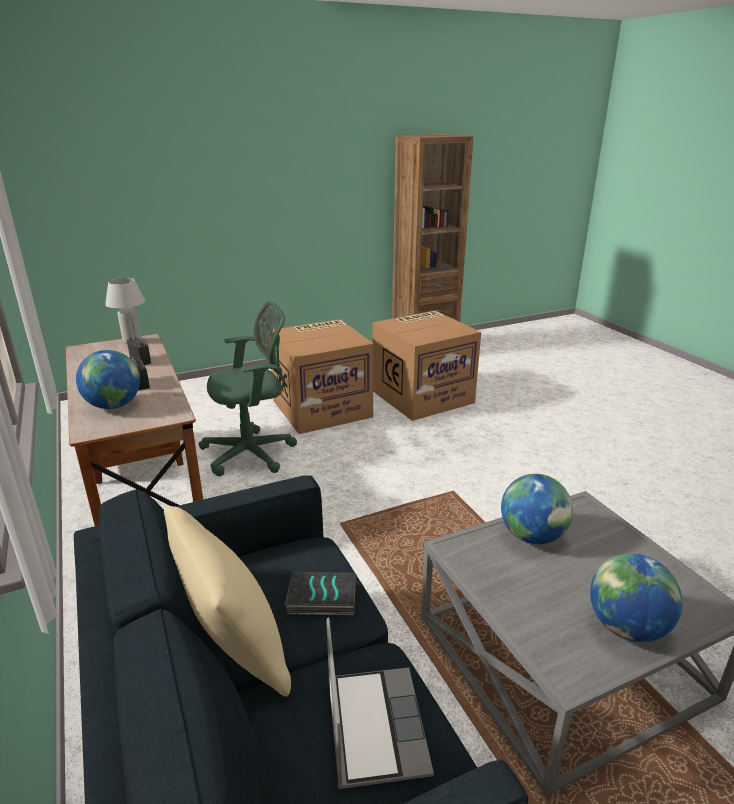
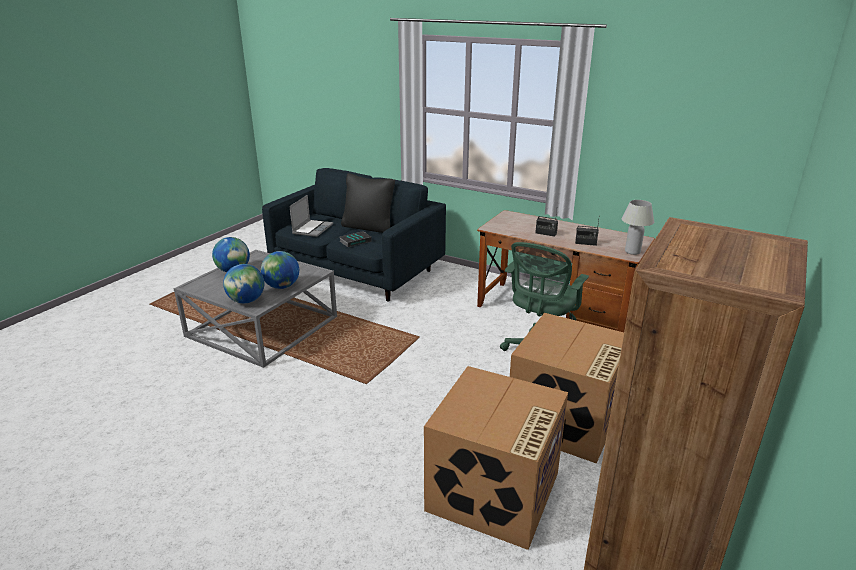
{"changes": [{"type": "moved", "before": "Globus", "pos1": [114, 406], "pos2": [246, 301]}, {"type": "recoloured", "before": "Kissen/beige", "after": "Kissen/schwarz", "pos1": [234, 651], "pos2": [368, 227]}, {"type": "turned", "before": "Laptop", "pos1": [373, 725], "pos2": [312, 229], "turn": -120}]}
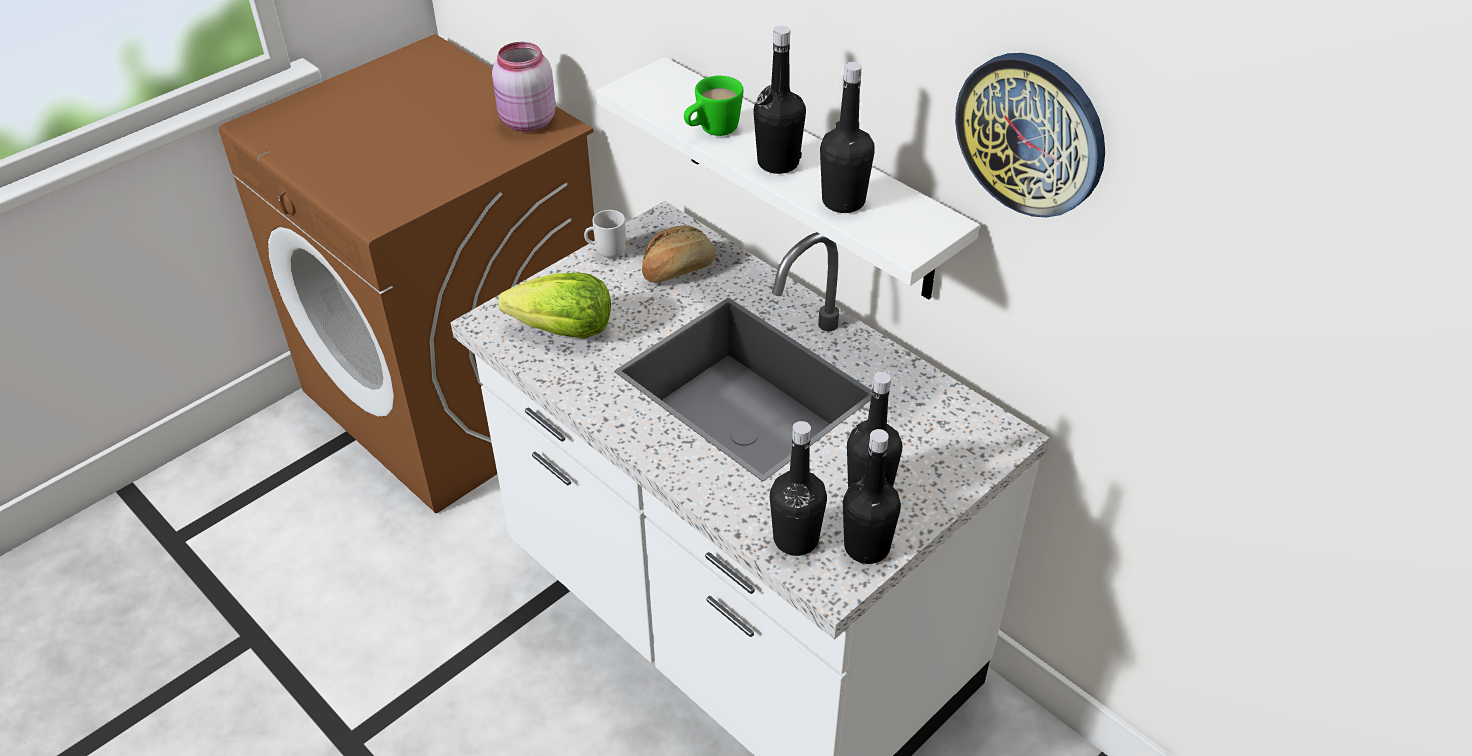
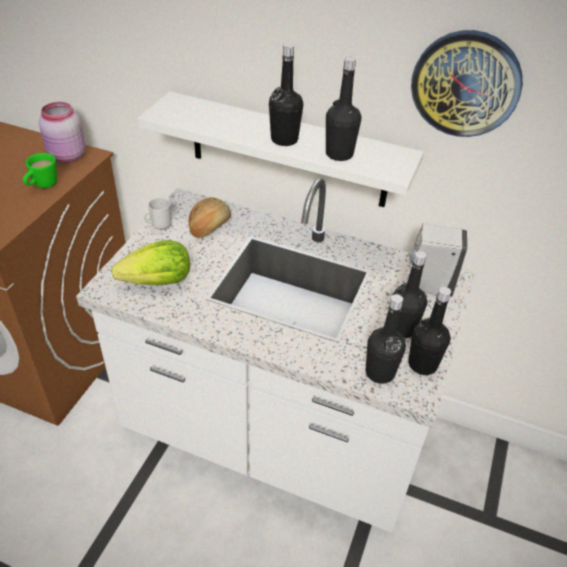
{"changes": [{"type": "moved", "before": "Henkelbecher/grün", "pos1": [712, 131], "pos2": [42, 186]}, {"type": "added", "after": "Seifenspender/weiß", "pos2": [427, 286]}]}
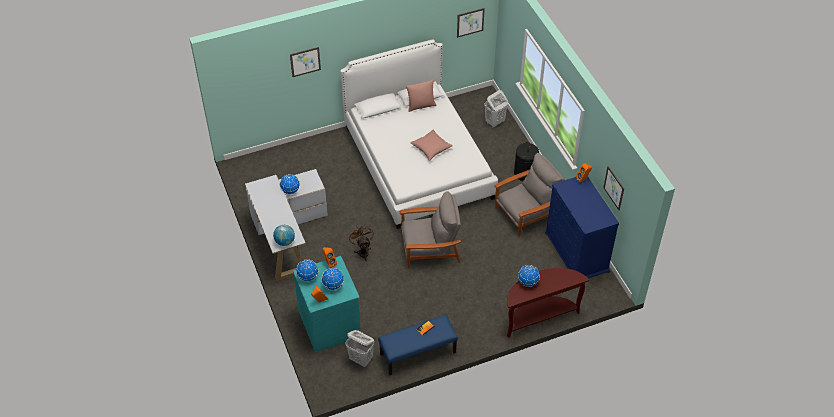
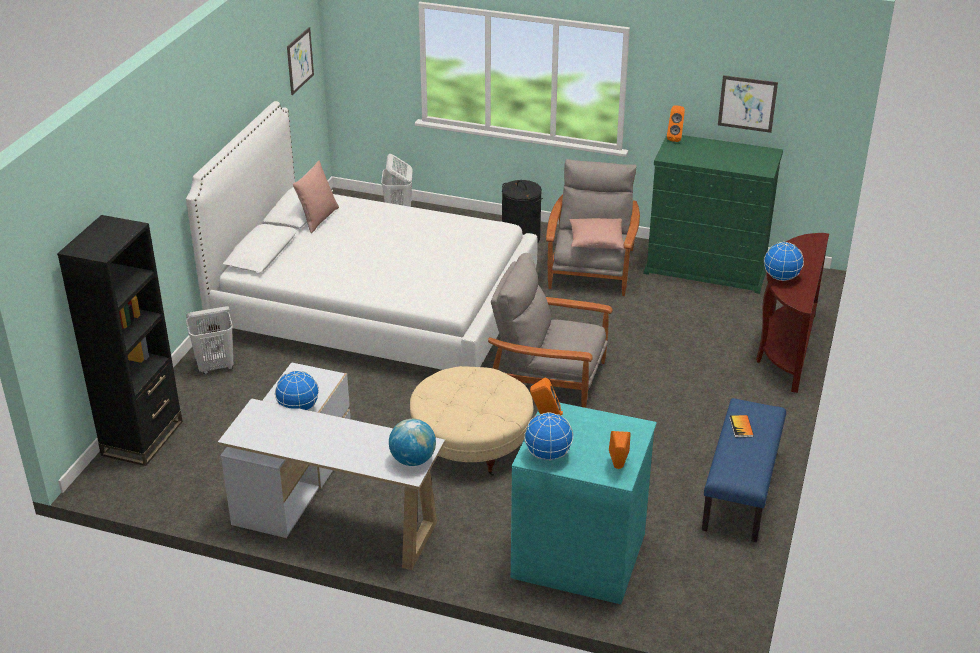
{"changes": [{"type": "removed", "before": "Bild", "pos1": [305, 62]}, {"type": "removed", "before": "Globus", "pos1": [333, 285]}, {"type": "moved", "before": "Wäschekorb/weiß", "pos1": [361, 359], "pos2": [216, 366]}, {"type": "replaced", "before": "Ventilator/braun", "after": "Polsterhocker/beige", "pos1": [362, 251], "pos2": [471, 443]}, {"type": "turned", "before": "Sessel/grau", "pos1": [429, 248], "pos2": [549, 377], "turn": -105}, {"type": "moved", "before": "Kissen/rosa", "pos1": [431, 148], "pos2": [596, 242]}, {"type": "recoloured", "before": "Kommode/blau", "after": "Kommode/grün", "pos1": [577, 252], "pos2": [707, 267]}, {"type": "added", "after": "Bücherregal/schwarz", "pos2": [142, 438]}]}
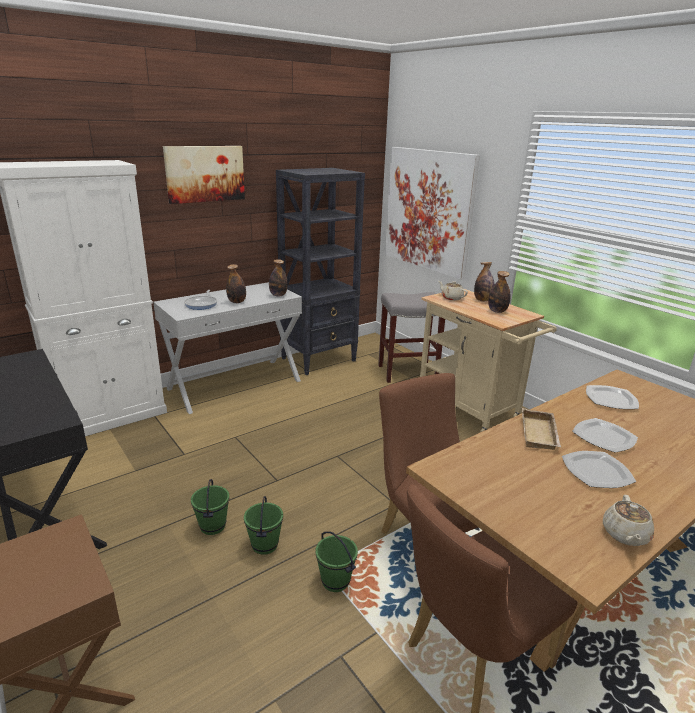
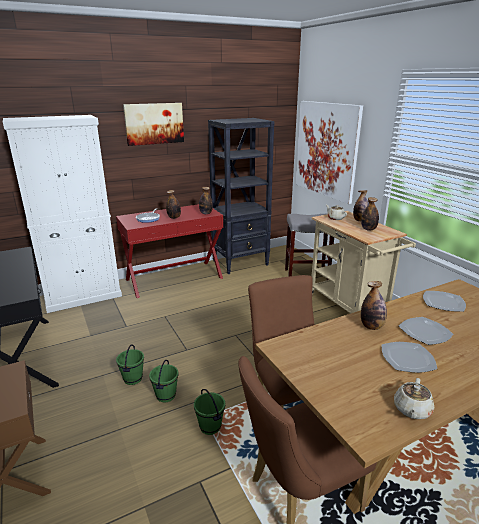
{"changes": [{"type": "recoloured", "before": "Konsolentisch/weiß", "after": "Konsolentisch/rot", "pos1": [234, 384], "pos2": [174, 278]}, {"type": "replaced", "before": "Tablett/beige", "after": "Flasche", "pos1": [540, 434], "pos2": [371, 326]}]}
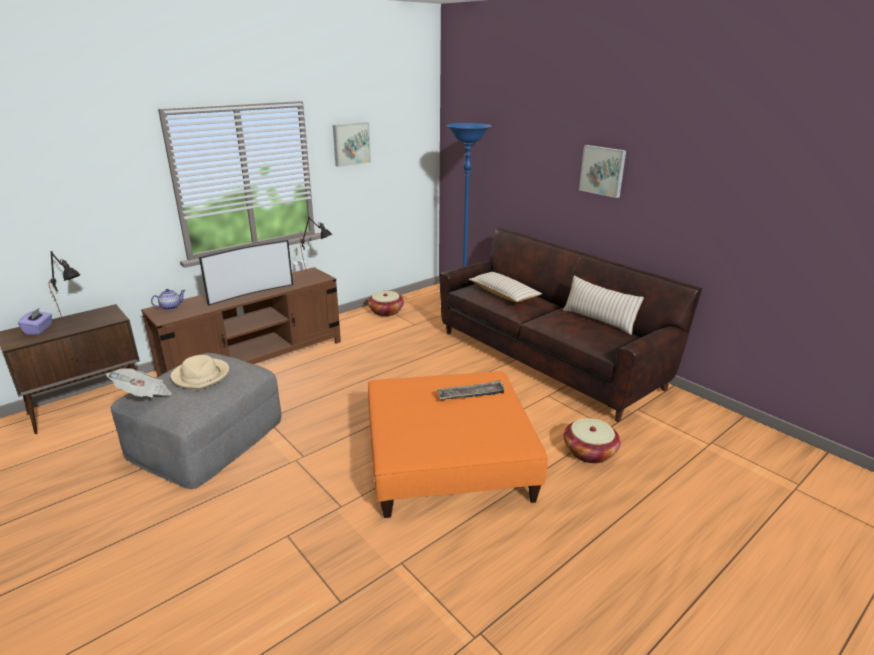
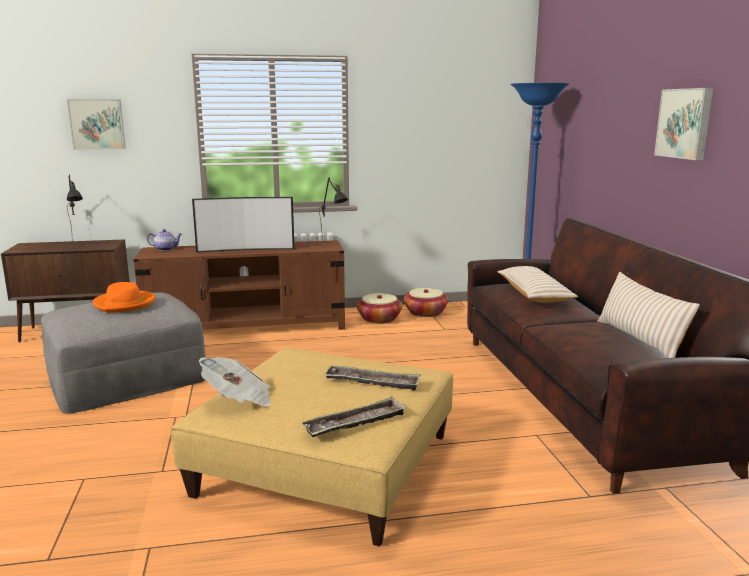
{"changes": [{"type": "removed", "before": "Taschentuchbox/lila", "pos1": [39, 330]}, {"type": "moved", "before": "Zeitung", "pos1": [144, 395], "pos2": [238, 399]}, {"type": "recoloured", "before": "Hut/beige", "after": "Hut/orange", "pos1": [201, 376], "pos2": [125, 304]}, {"type": "moved", "before": "Bild", "pos1": [350, 144], "pos2": [97, 124]}, {"type": "recoloured", "before": "Polsterhocker/orange", "after": "Polsterhocker/beige", "pos1": [448, 459], "pos2": [327, 464]}, {"type": "moved", "before": "Korb", "pos1": [589, 452], "pos2": [379, 319]}, {"type": "added", "after": "Tablett", "pos2": [355, 423]}]}
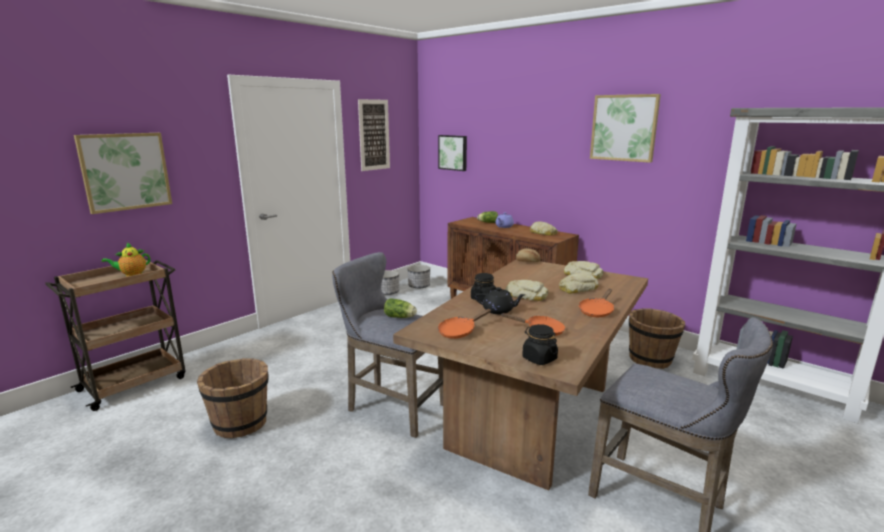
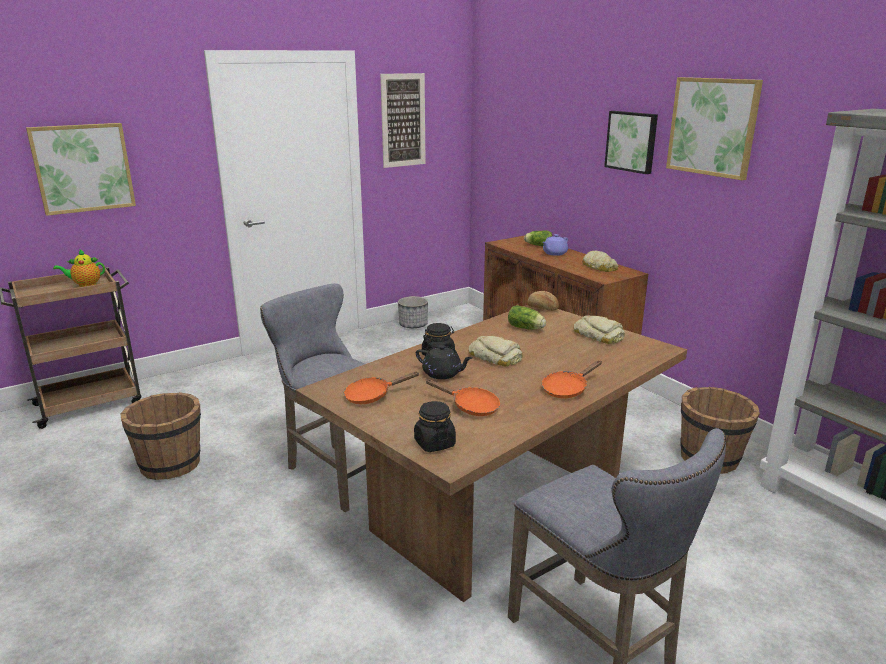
{"changes": [{"type": "moved", "before": "Salatkopf", "pos1": [400, 317], "pos2": [527, 328]}, {"type": "removed", "before": "Pflanzkübel", "pos1": [419, 286]}, {"type": "moved", "before": "Bild", "pos1": [453, 152], "pos2": [632, 141]}, {"type": "removed", "before": "Brot", "pos1": [577, 288]}]}
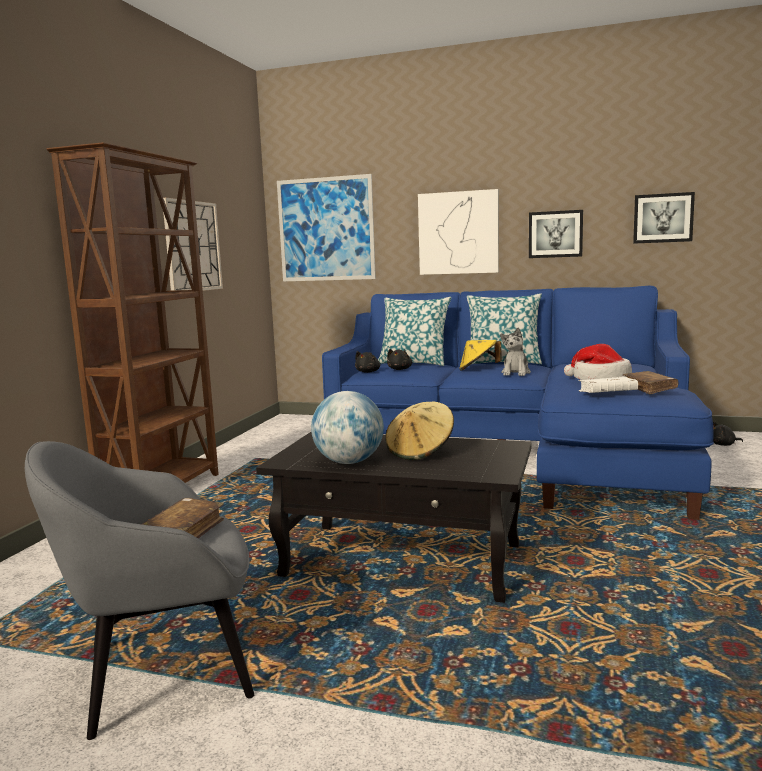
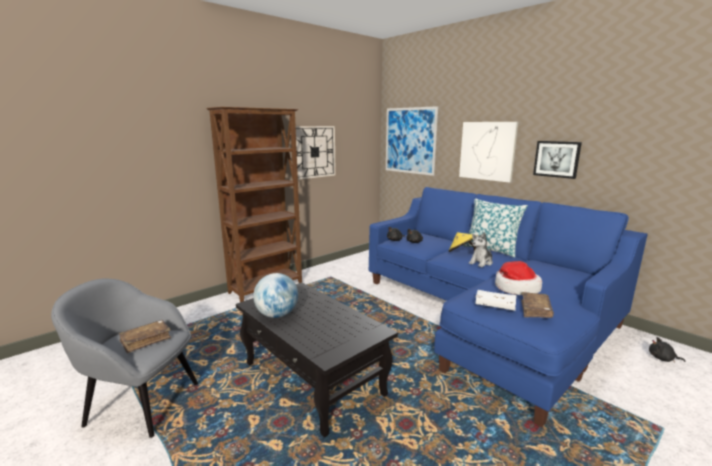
{"changes": [{"type": "removed", "before": "Kissen", "pos1": [414, 363]}, {"type": "removed", "before": "Hut/beige", "pos1": [420, 452]}, {"type": "removed", "before": "Bild", "pos1": [663, 218]}]}
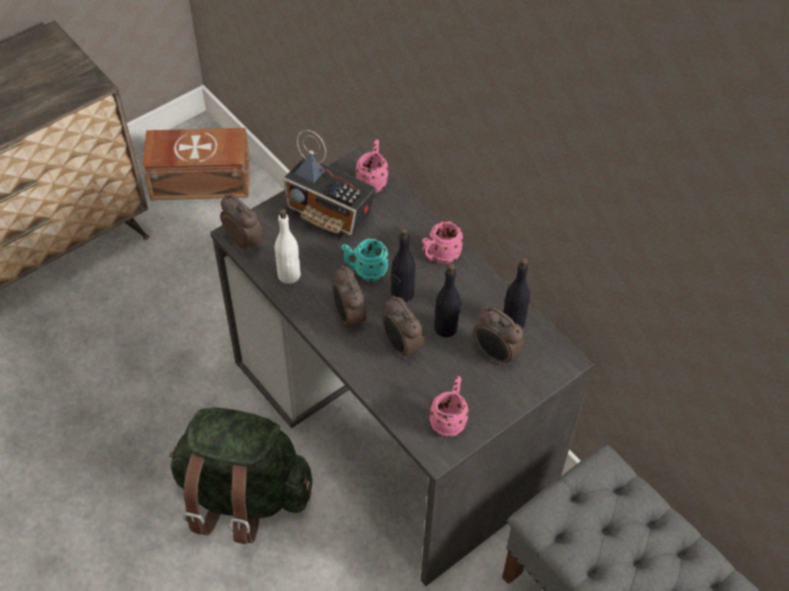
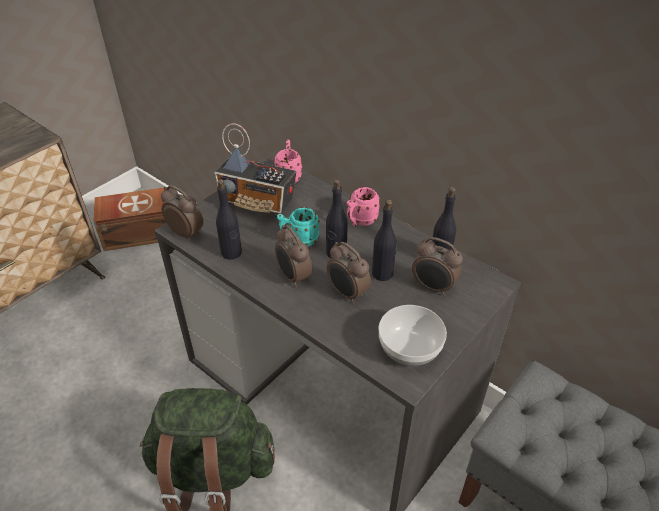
{"changes": [{"type": "recoloured", "before": "Flasche/weiß", "after": "Flasche/schwarz", "pos1": [289, 275], "pos2": [231, 253]}, {"type": "replaced", "before": "Henkelbecher/rosa", "after": "Schüssel", "pos1": [449, 419], "pos2": [410, 348]}]}
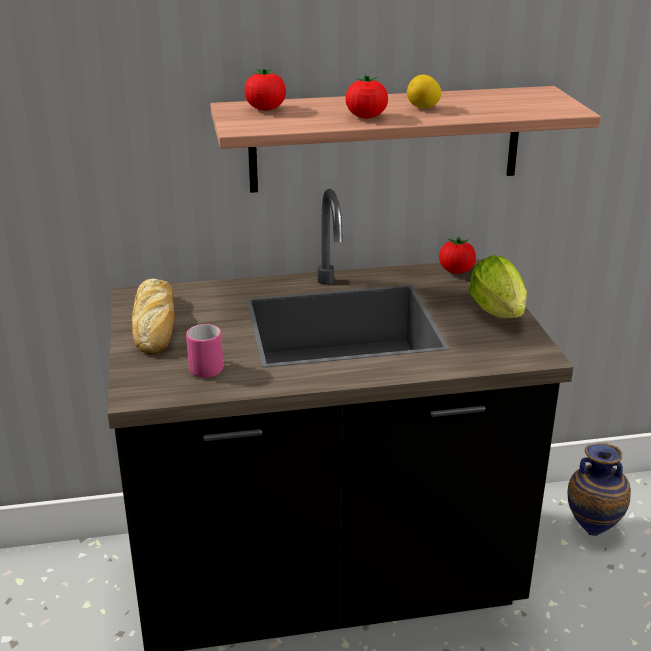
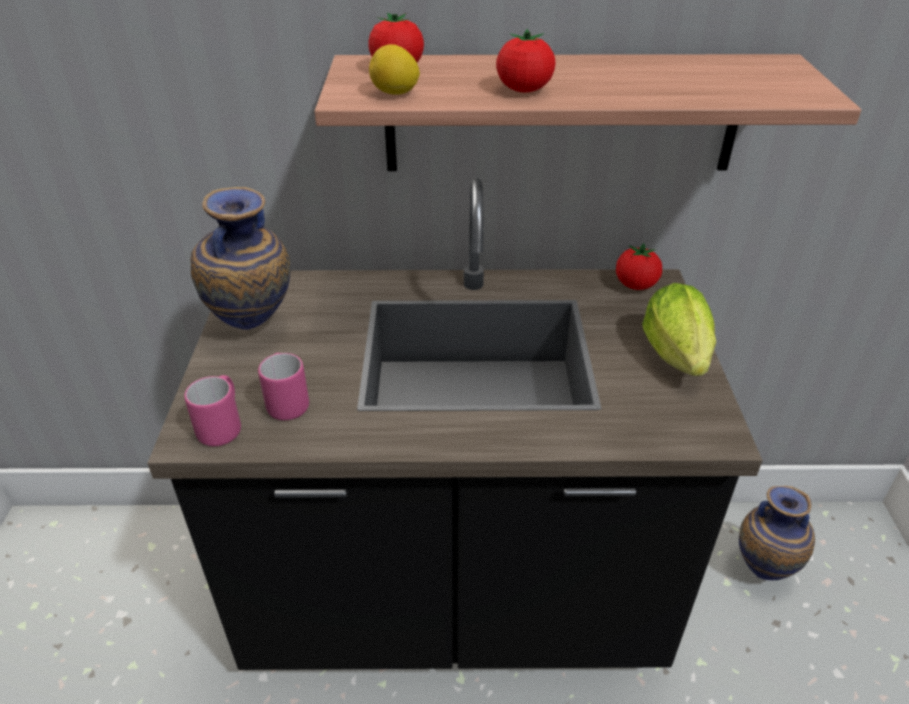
{"changes": [{"type": "replaced", "before": "Brot", "after": "Vase", "pos1": [155, 325], "pos2": [254, 330]}, {"type": "moved", "before": "Zitrone", "pos1": [423, 108], "pos2": [395, 93]}, {"type": "added", "after": "Henkelbecher/rosa", "pos2": [223, 427]}]}
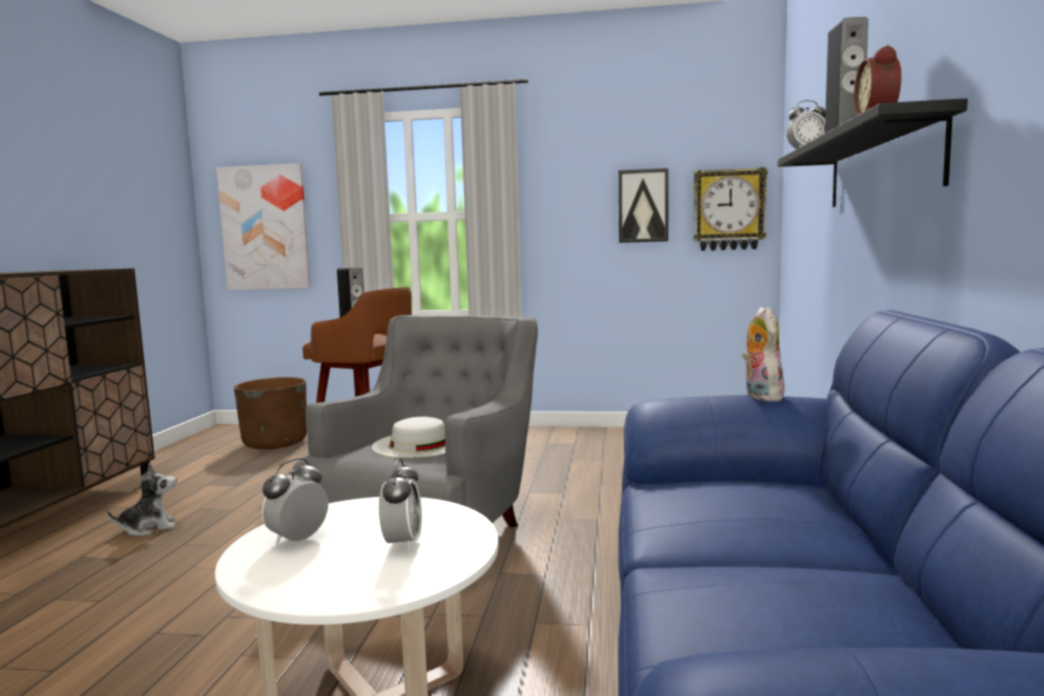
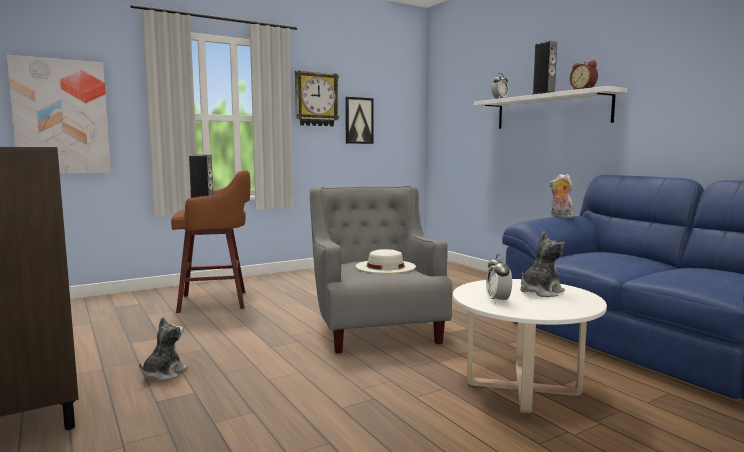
{"changes": [{"type": "removed", "before": "Pflanzkübel/braun", "pos1": [275, 443]}, {"type": "replaced", "before": "Wecker", "after": "Plüschtier", "pos1": [402, 543], "pos2": [540, 292]}, {"type": "moved", "before": "Wanduhr", "pos1": [728, 210], "pos2": [316, 99]}, {"type": "recoloured", "before": "Wandregal/schwarz", "after": "Wandregal/weiß", "pos1": [880, 166], "pos2": [551, 111]}]}
